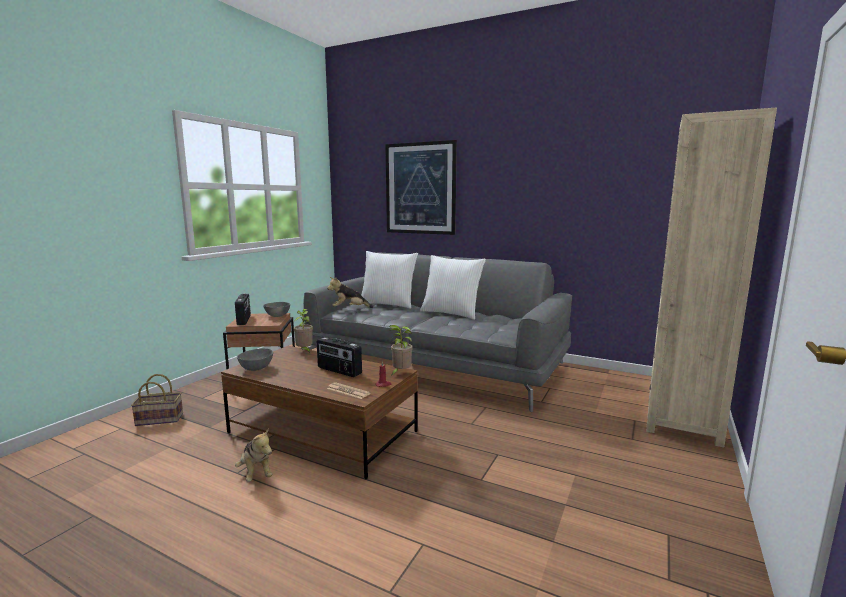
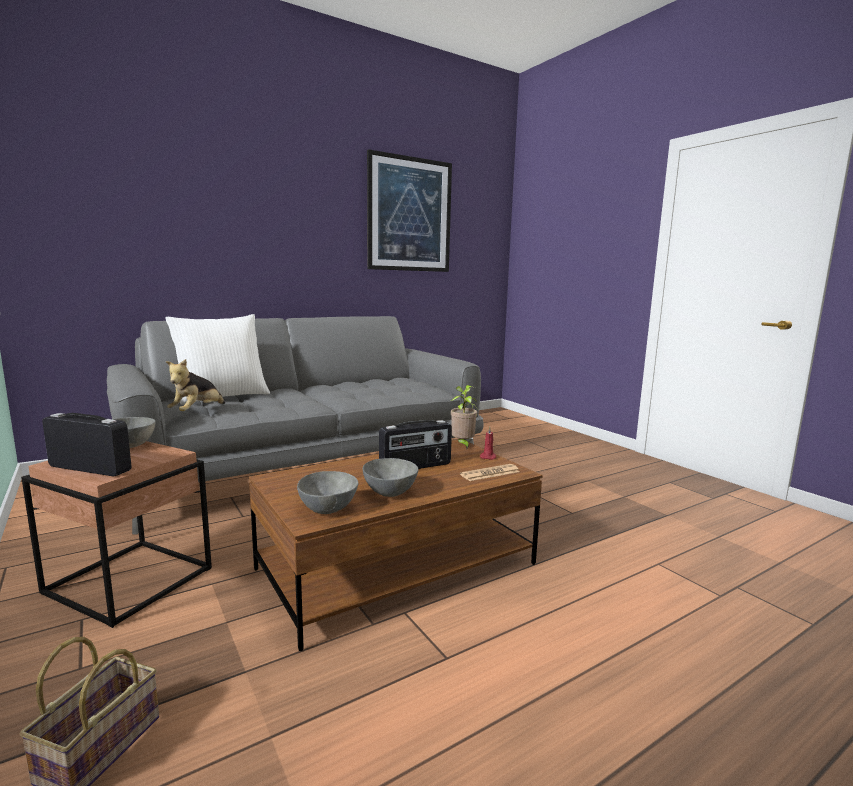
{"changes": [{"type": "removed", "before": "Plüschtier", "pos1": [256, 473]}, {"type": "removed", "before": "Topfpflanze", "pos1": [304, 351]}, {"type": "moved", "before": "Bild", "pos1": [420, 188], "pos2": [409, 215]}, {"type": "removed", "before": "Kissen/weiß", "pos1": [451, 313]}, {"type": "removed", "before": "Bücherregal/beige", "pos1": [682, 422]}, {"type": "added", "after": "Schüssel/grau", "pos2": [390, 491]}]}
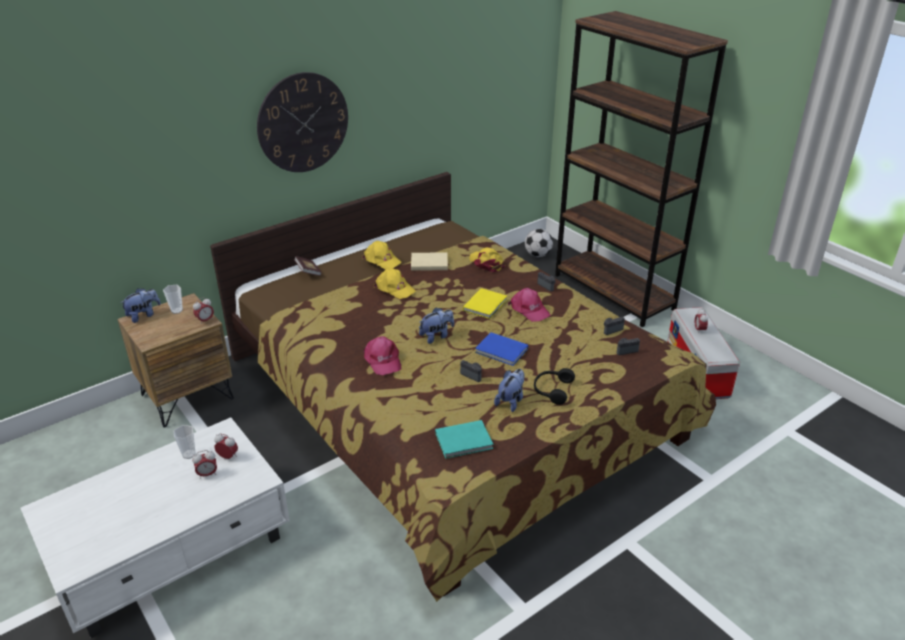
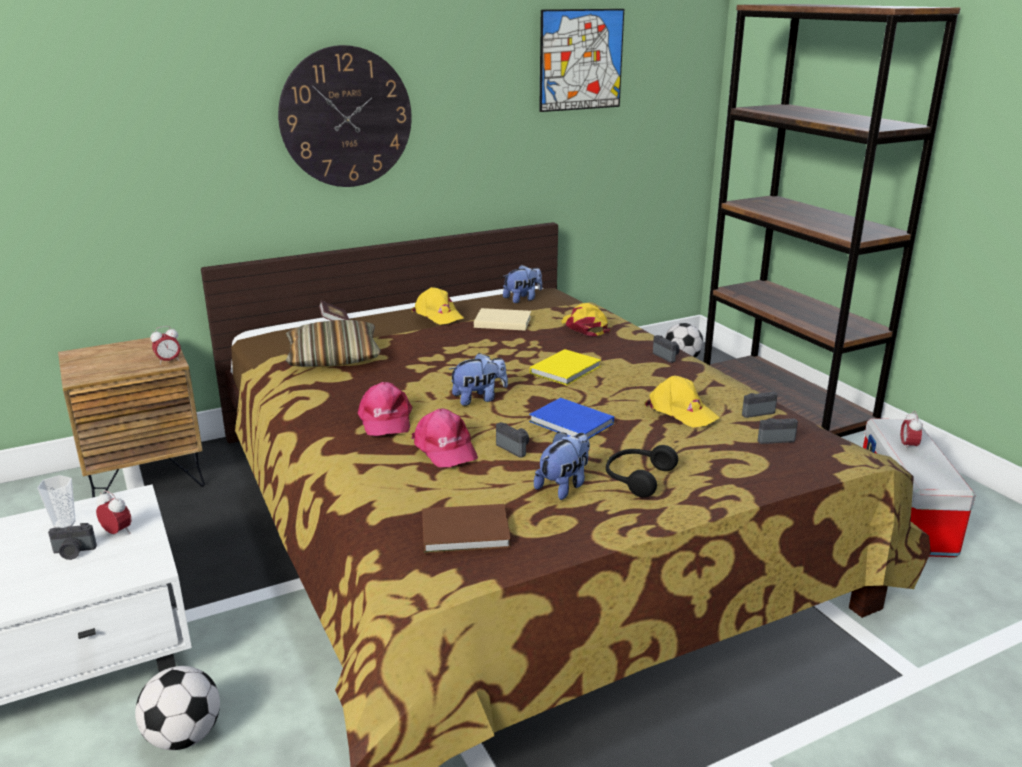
{"changes": [{"type": "moved", "before": "Plüschtier", "pos1": [143, 315], "pos2": [522, 299]}, {"type": "removed", "before": "Tasse", "pos1": [177, 310]}, {"type": "replaced", "before": "Wecker", "after": "Kamera", "pos1": [207, 474], "pos2": [73, 552]}, {"type": "moved", "before": "Kappe/gelb", "pos1": [394, 288], "pos2": [681, 412]}, {"type": "recoloured", "before": "Buch/türkis", "after": "Buch/braun", "pos1": [465, 441], "pos2": [468, 533]}, {"type": "moved", "before": "Kappe/rosa", "pos1": [529, 310], "pos2": [445, 448]}, {"type": "added", "after": "Fußball", "pos2": [184, 737]}, {"type": "added", "after": "Kissen", "pos2": [333, 357]}, {"type": "added", "after": "Bild", "pos2": [581, 60]}]}
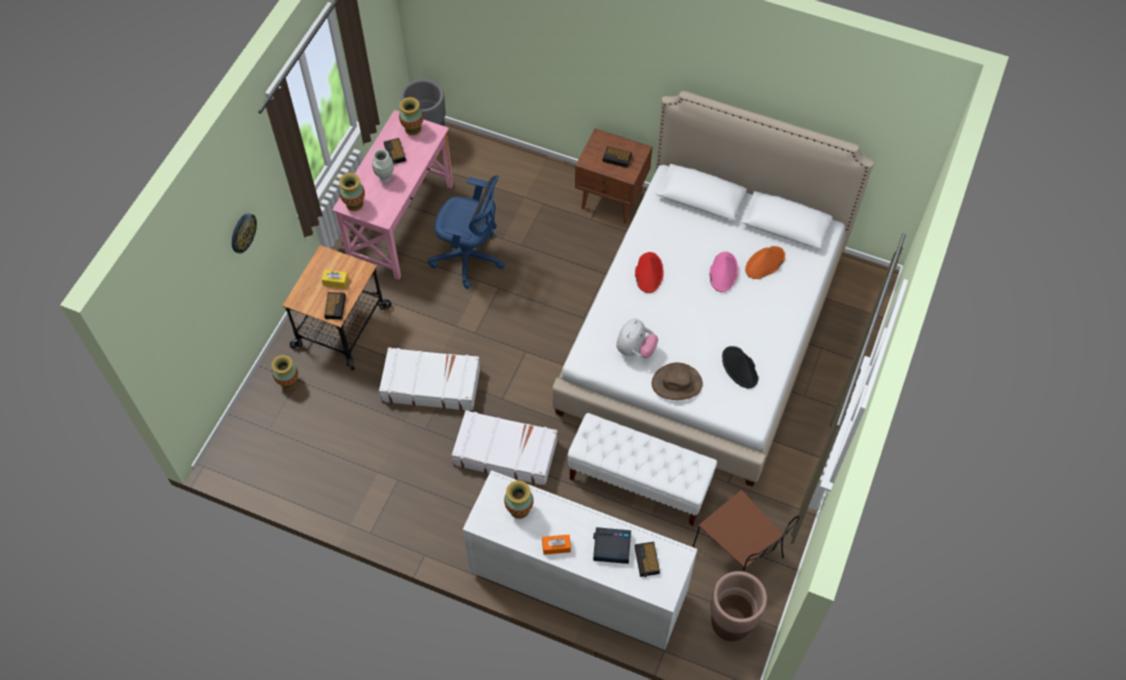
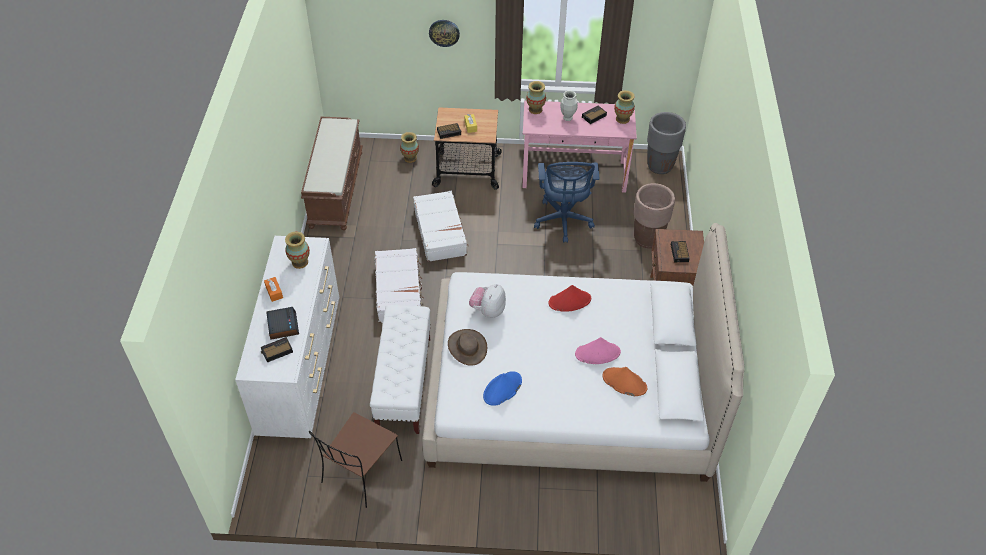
{"changes": [{"type": "turned", "before": "Plüschtier", "pos1": [635, 349], "pos2": [488, 311], "turn": 105}, {"type": "moved", "before": "Pflanzkübel/braun", "pos1": [730, 624], "pos2": [647, 239]}, {"type": "recoloured", "before": "Hut/schwarz", "after": "Hut/blau", "pos1": [740, 368], "pos2": [502, 389]}, {"type": "added", "after": "Bank/braun", "pos2": [335, 189]}]}
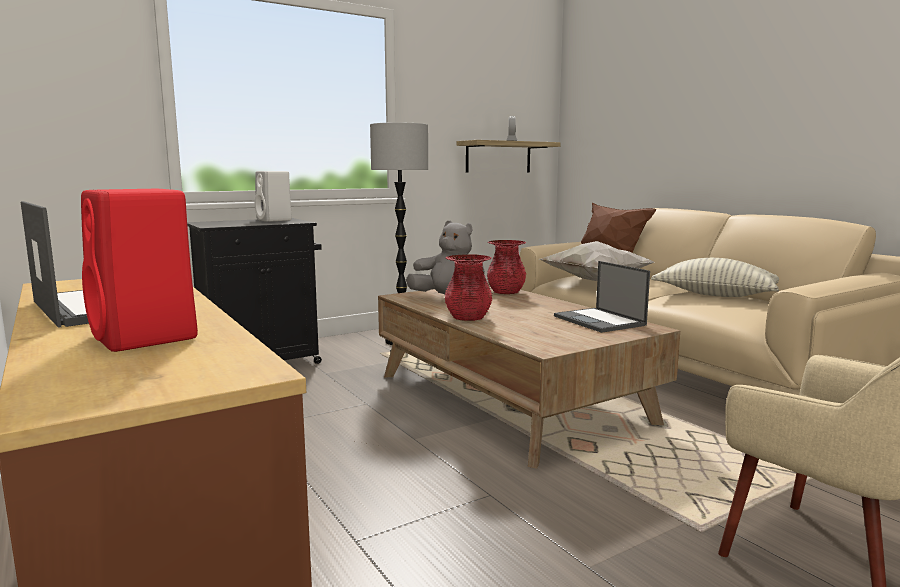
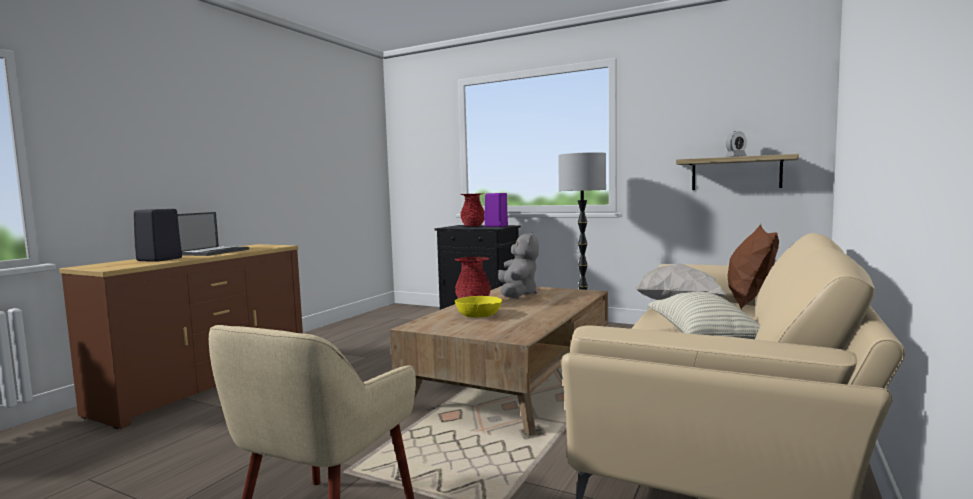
{"changes": [{"type": "recoloured", "before": "Lautsprecher/rot", "after": "Lautsprecher/schwarz", "pos1": [146, 338], "pos2": [158, 260]}, {"type": "recoloured", "before": "Lautsprecher/weiß", "after": "Lautsprecher/lila", "pos1": [275, 220], "pos2": [496, 226]}, {"type": "moved", "before": "Vase/rot", "pos1": [506, 292], "pos2": [473, 226]}, {"type": "removed", "before": "Laptop", "pos1": [600, 321]}, {"type": "added", "after": "Schüssel/gelb", "pos2": [478, 315]}]}
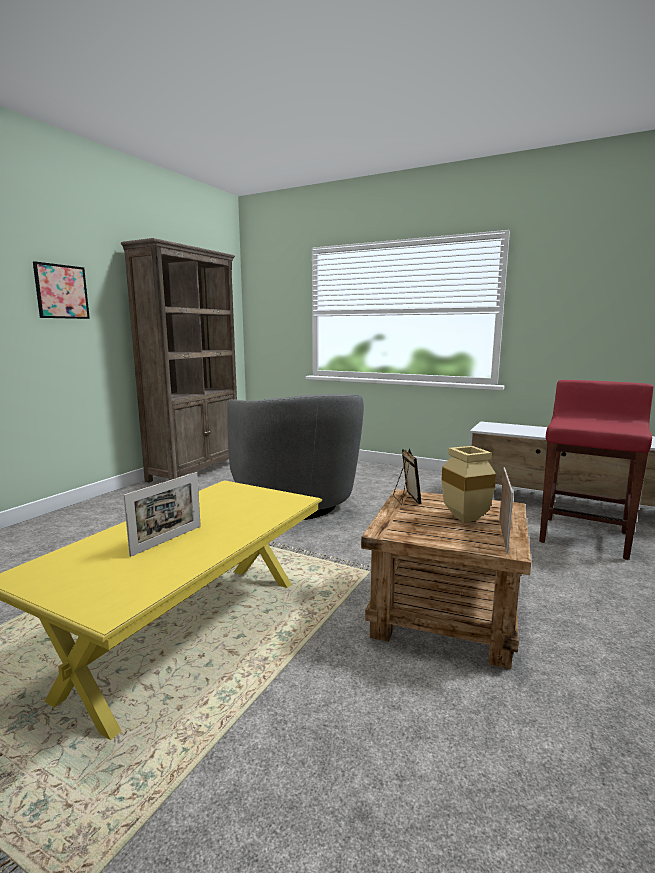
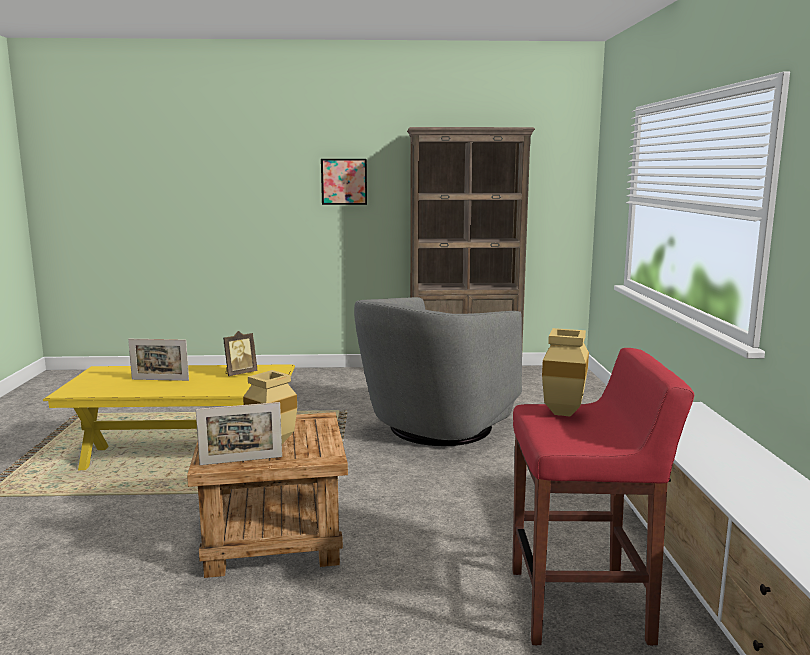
{"changes": [{"type": "moved", "before": "Bilderrahmen", "pos1": [406, 500], "pos2": [240, 373]}, {"type": "added", "after": "Vase/beige", "pos2": [561, 411]}]}
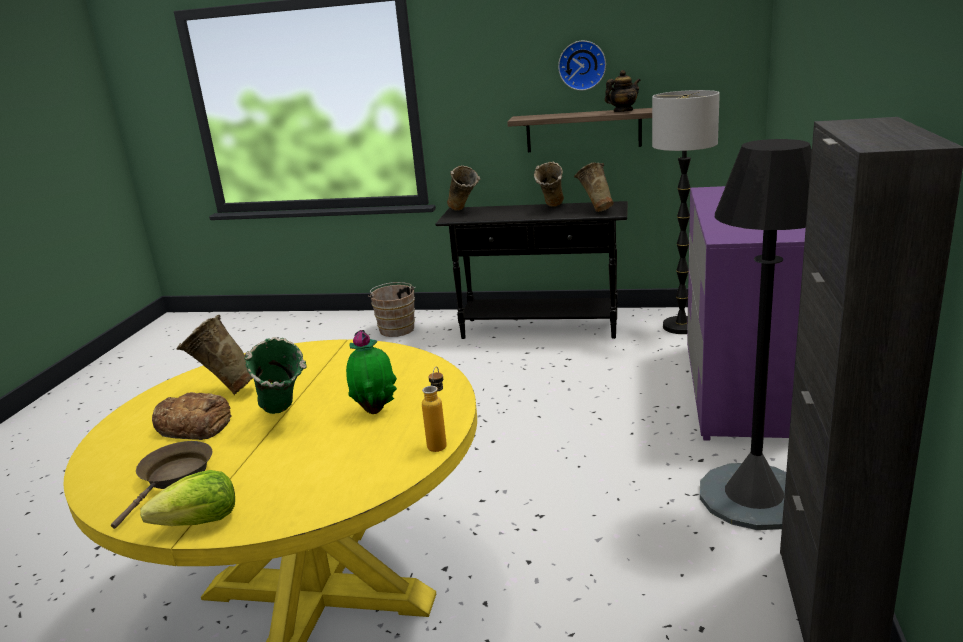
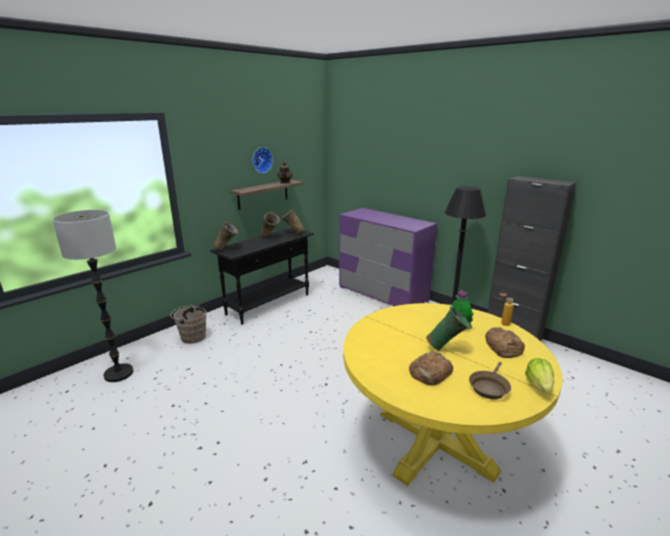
{"changes": [{"type": "turned", "before": "Pfanne/braun", "pos1": [174, 478], "pos2": [489, 387], "turn": -105}, {"type": "removed", "before": "Vase/beige", "pos1": [225, 391]}, {"type": "moved", "before": "Stehlampe", "pos1": [681, 326], "pos2": [118, 373]}, {"type": "added", "after": "Brot", "pos2": [503, 347]}]}
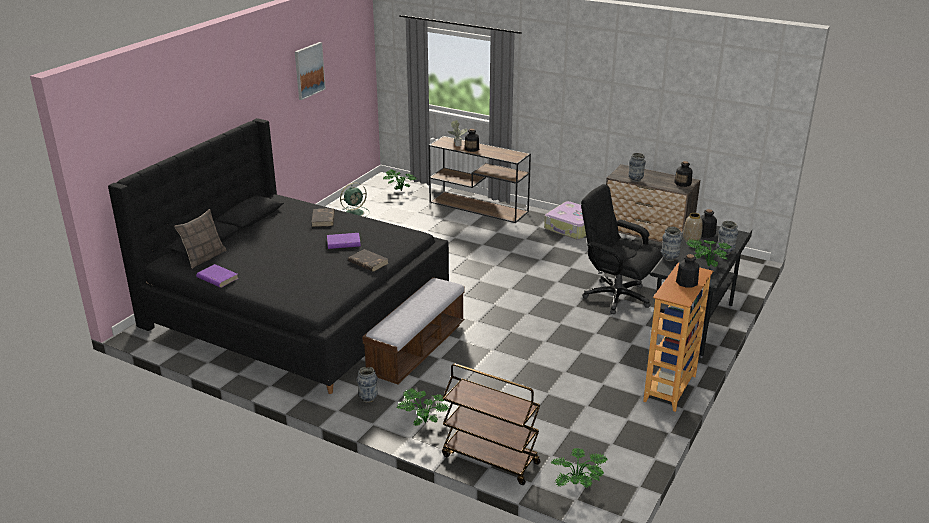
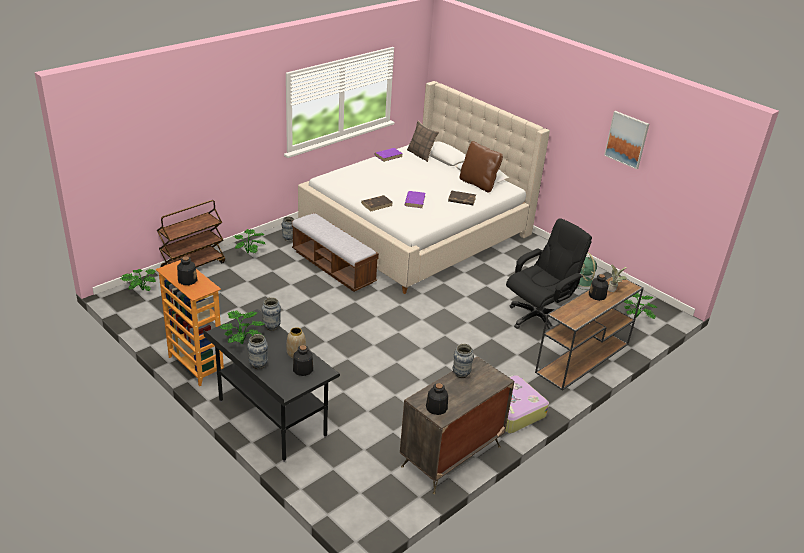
{"changes": [{"type": "recoloured", "before": "Bett/schwarz", "after": "Bett/beige", "pos1": [296, 310], "pos2": [417, 231]}, {"type": "moved", "before": "Bürostuhl/schwarz", "pos1": [616, 297], "pos2": [538, 317]}, {"type": "added", "after": "Kissen/braun", "pos2": [478, 184]}]}
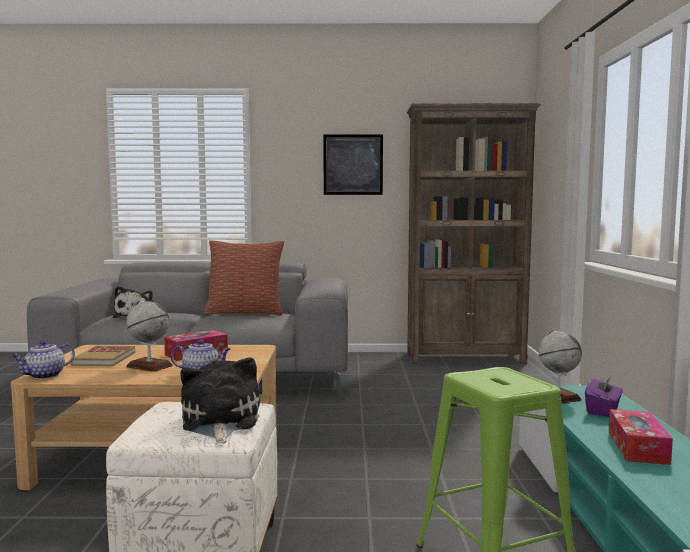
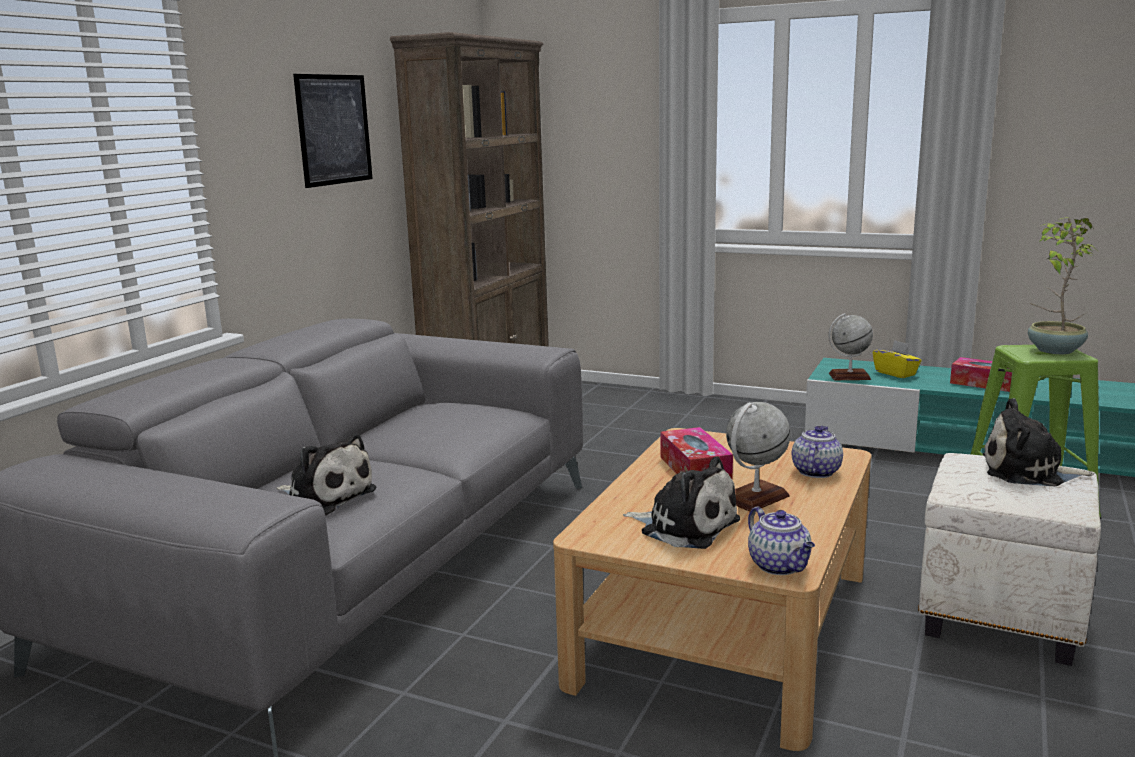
{"changes": [{"type": "replaced", "before": "Buch", "after": "Plüschtier", "pos1": [104, 358], "pos2": [685, 526]}, {"type": "removed", "before": "Kissen", "pos1": [245, 313]}, {"type": "recoloured", "before": "Taschentuchbox/lila", "after": "Taschentuchbox/gelb", "pos1": [603, 410], "pos2": [895, 373]}, {"type": "added", "after": "Topfpflanze", "pos2": [1053, 350]}]}
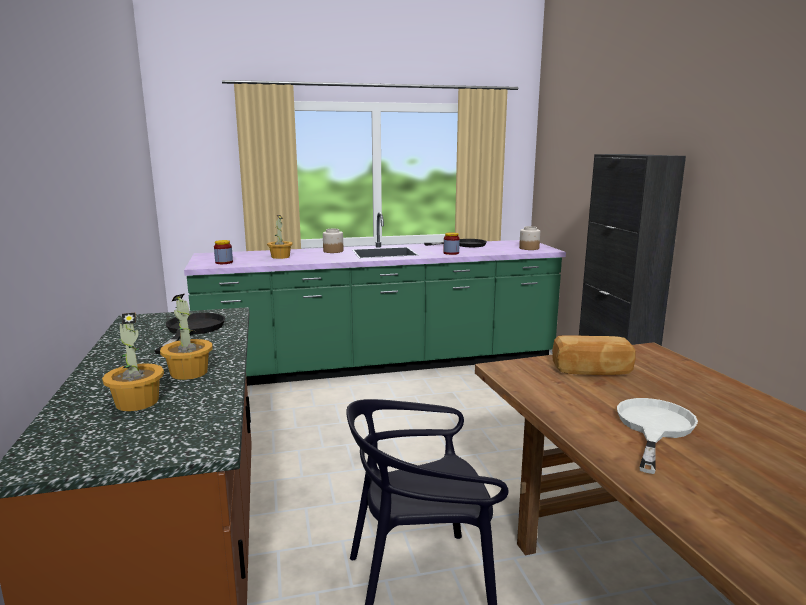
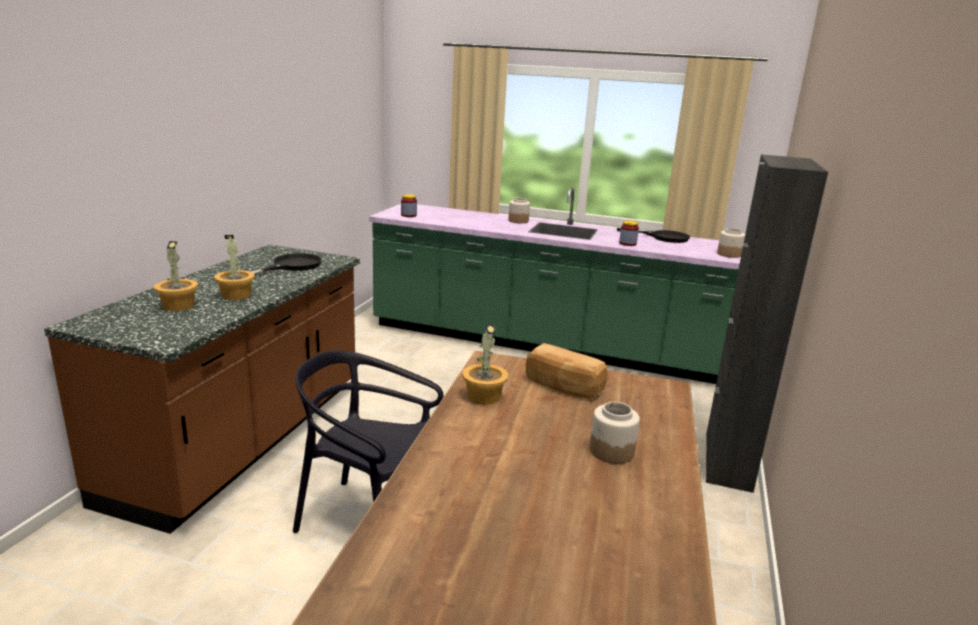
{"changes": [{"type": "moved", "before": "Topfpflanze", "pos1": [280, 257], "pos2": [483, 396]}, {"type": "removed", "before": "Pfanne/weiß", "pos1": [653, 428]}, {"type": "added", "after": "Vorratsglas", "pos2": [611, 451]}]}
